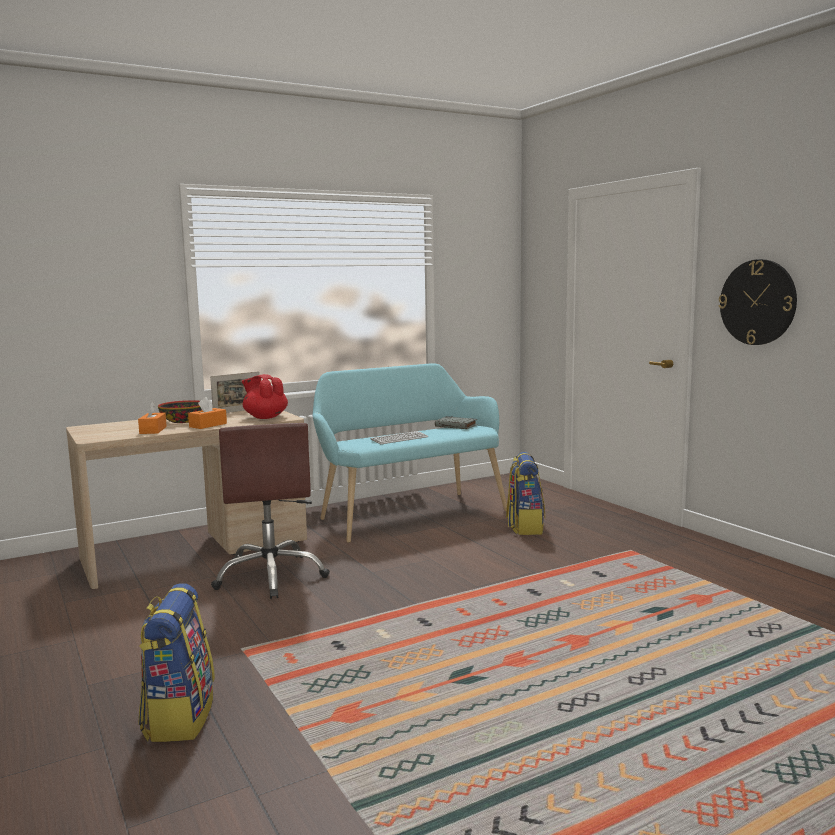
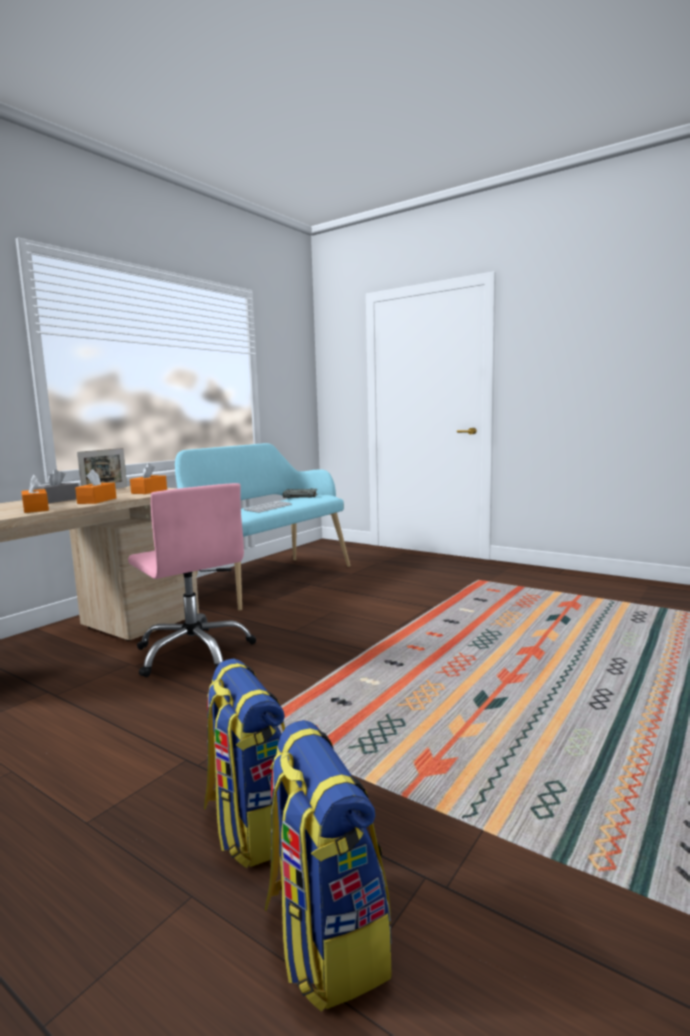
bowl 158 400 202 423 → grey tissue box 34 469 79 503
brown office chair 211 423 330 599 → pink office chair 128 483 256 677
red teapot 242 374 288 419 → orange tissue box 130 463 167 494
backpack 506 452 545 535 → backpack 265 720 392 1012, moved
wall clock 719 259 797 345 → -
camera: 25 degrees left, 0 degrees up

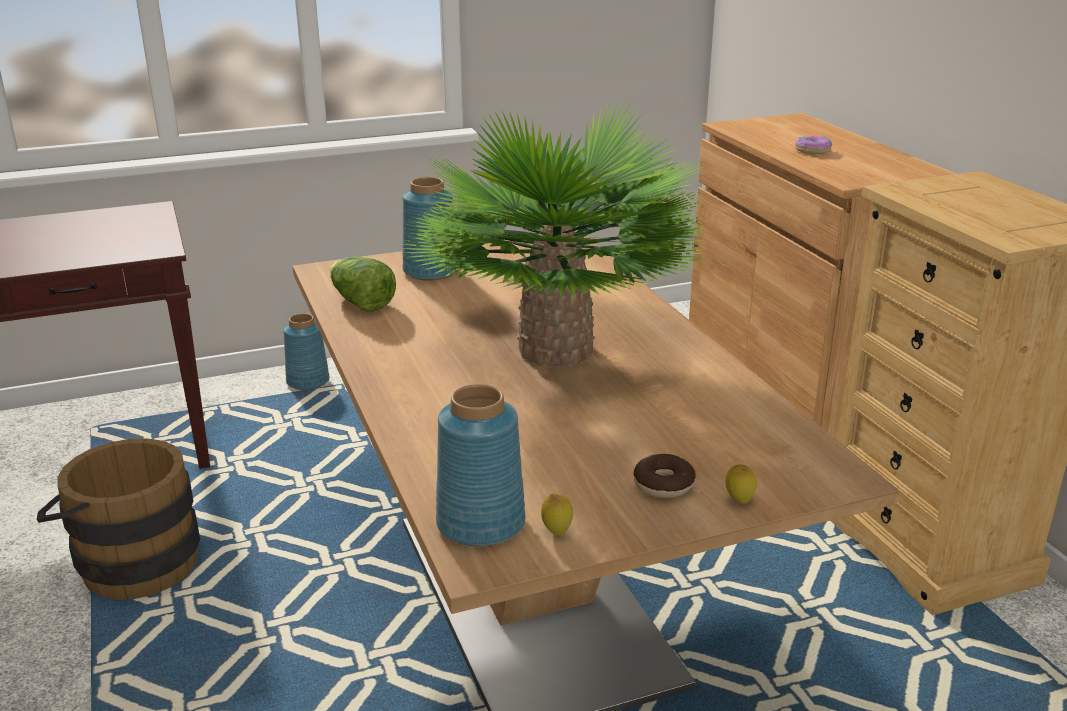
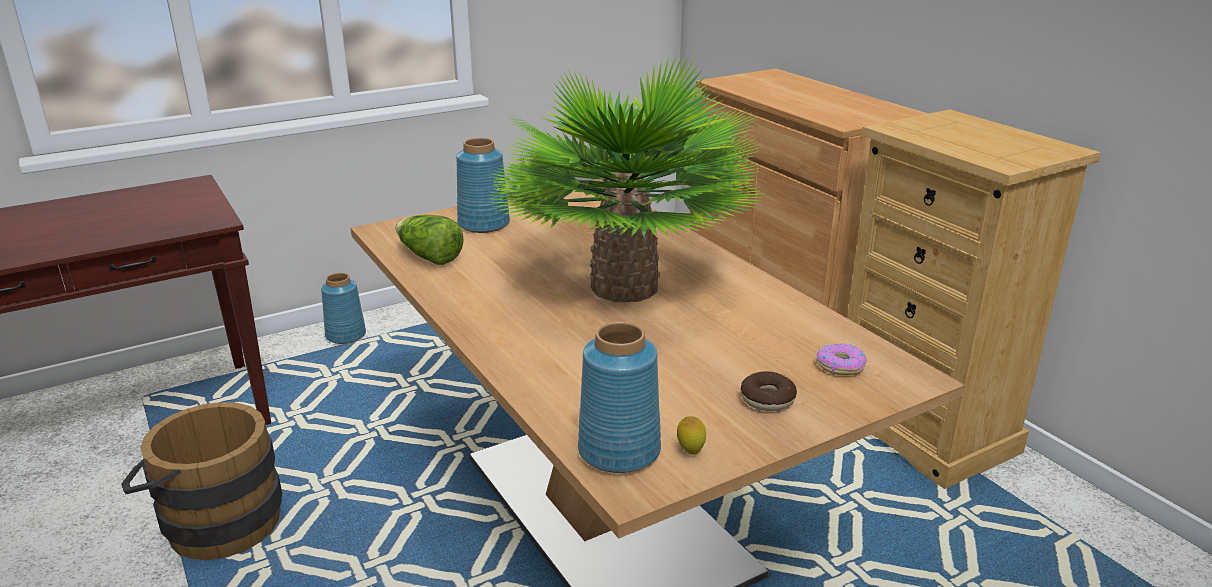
donut 795 136 832 154 → donut 816 344 867 375, moved
lemon 725 464 757 504 → -
camera: 10 degrees left, 0 degrees up

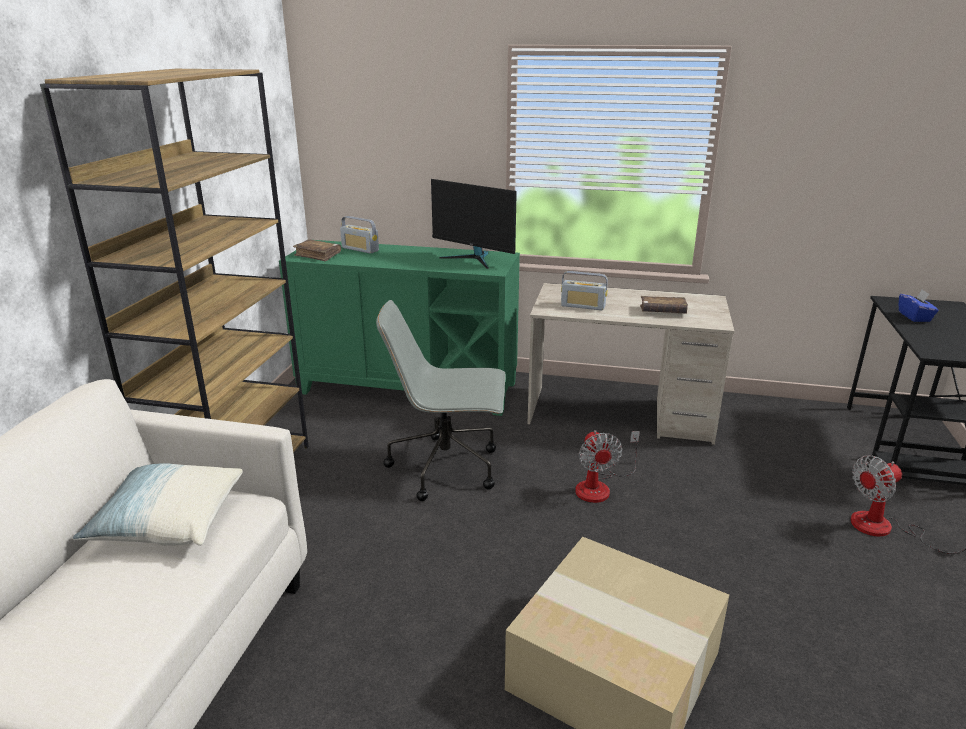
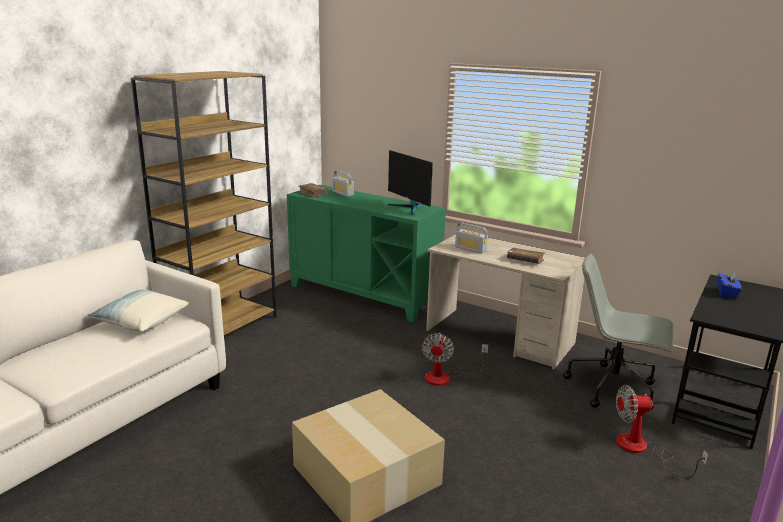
grey office chair 376 300 506 501 → grey office chair 563 254 673 411, moved
camera: 20 degrees right, 5 degrees down

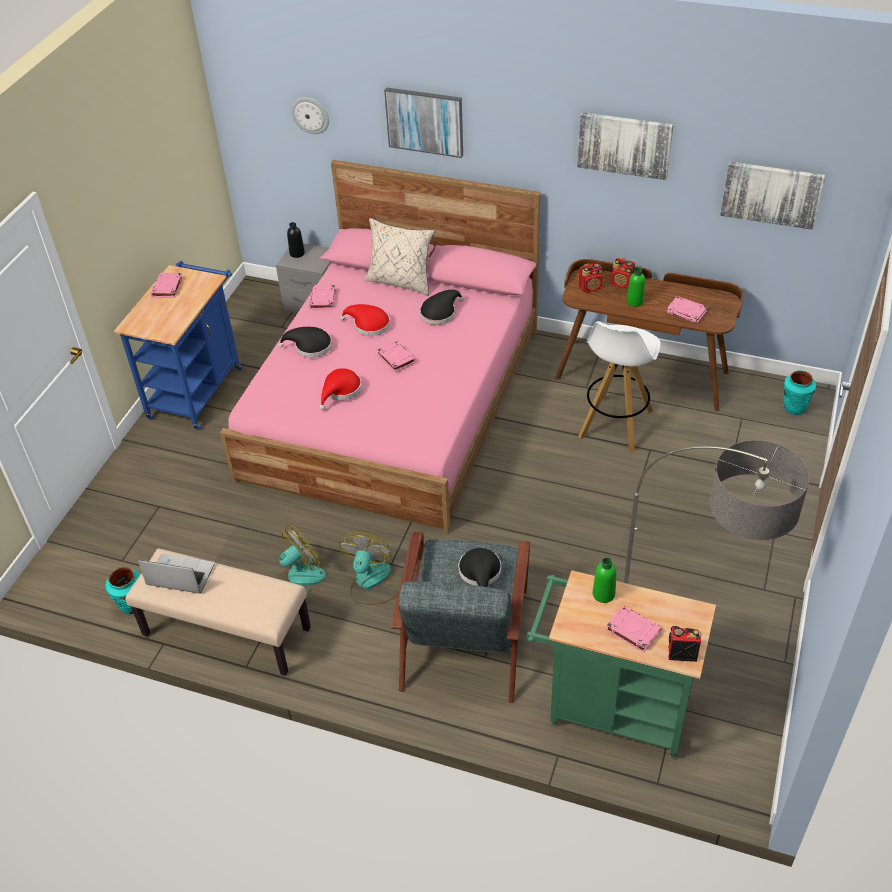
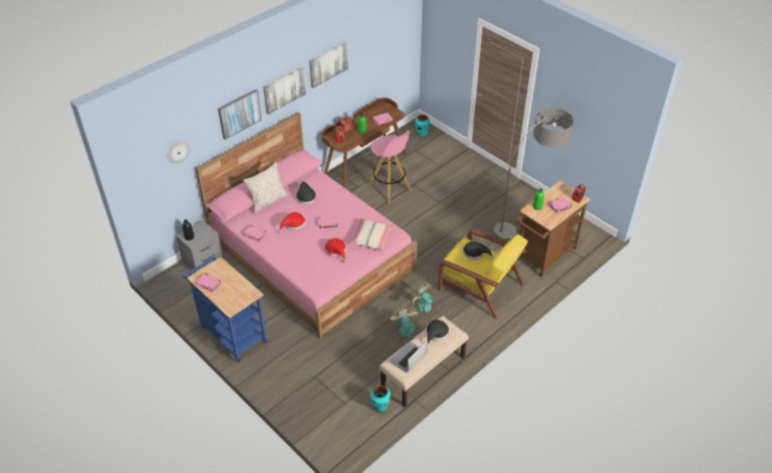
picture 720 162 826 230 → picture 263 67 306 115, moved
- → beige pillow 348 218 395 252
white stool 578 321 661 453 → pink stool 368 130 411 203
black hat 278 327 332 358 → black hat 426 320 449 347, moved
grey armchair 390 532 530 703 → yellow armchair 438 229 528 319
green cart 526 570 716 758 → brown cart 515 181 590 277
camera: 65 degrees left, 0 degrees up

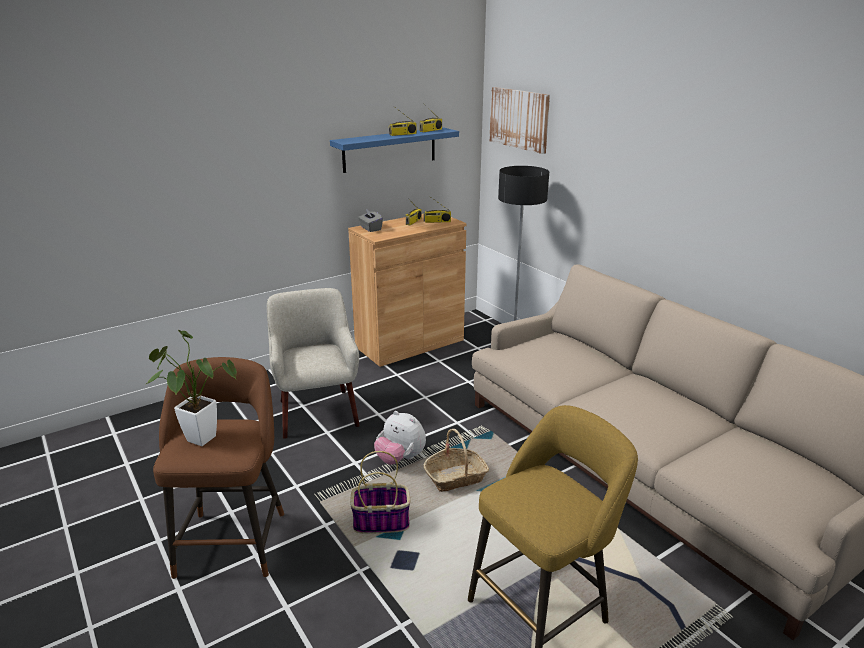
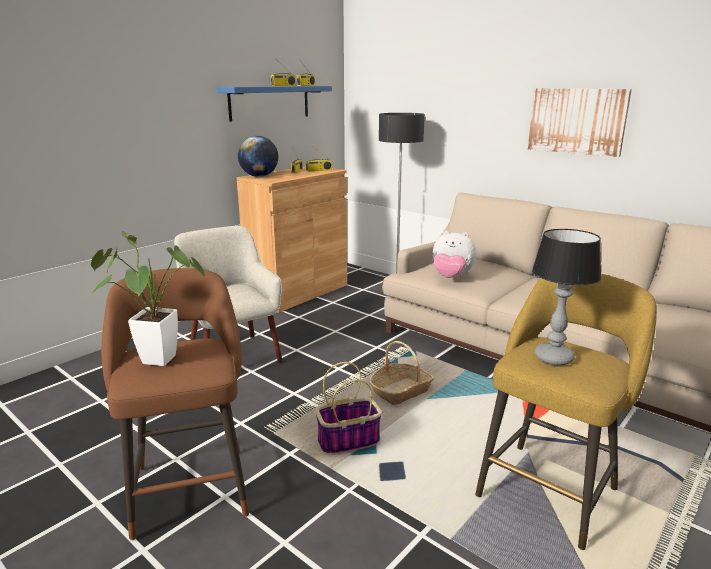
grey tissue box 358 209 383 232 → globe 238 136 278 177
plush toy 374 411 426 465 → plush toy 432 230 476 278, moved
picture 489 87 550 154 → picture 528 88 632 157, moved
- → table lamp 532 229 601 366
camera: 15 degrees left, 5 degrees down

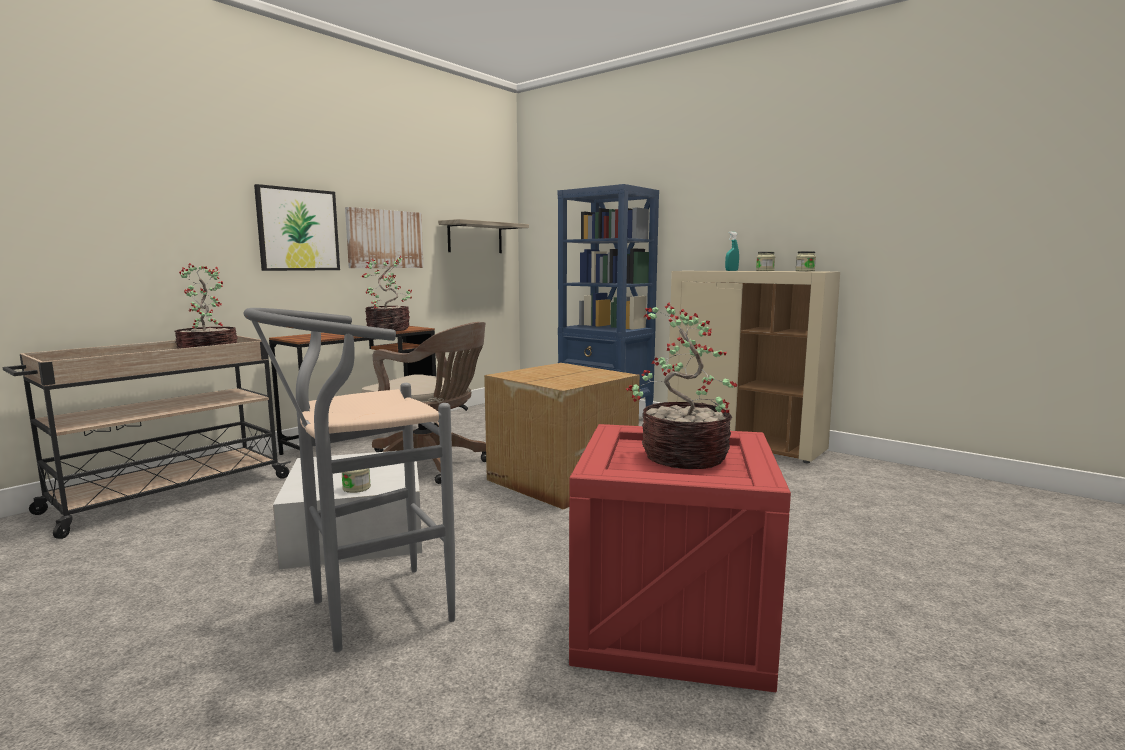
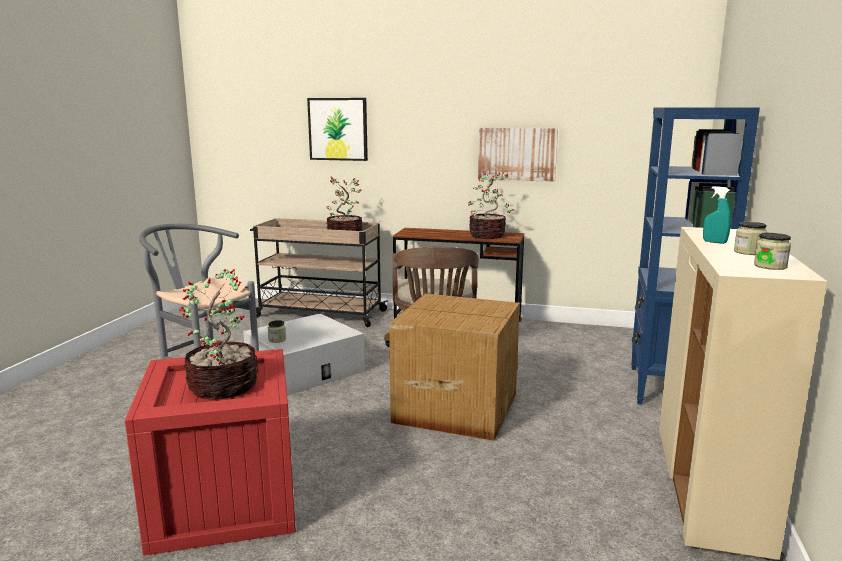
picture 254 184 340 271 → picture 307 98 368 161, moved
shelf 438 219 529 253 → -
camera: 65 degrees right, 5 degrees up

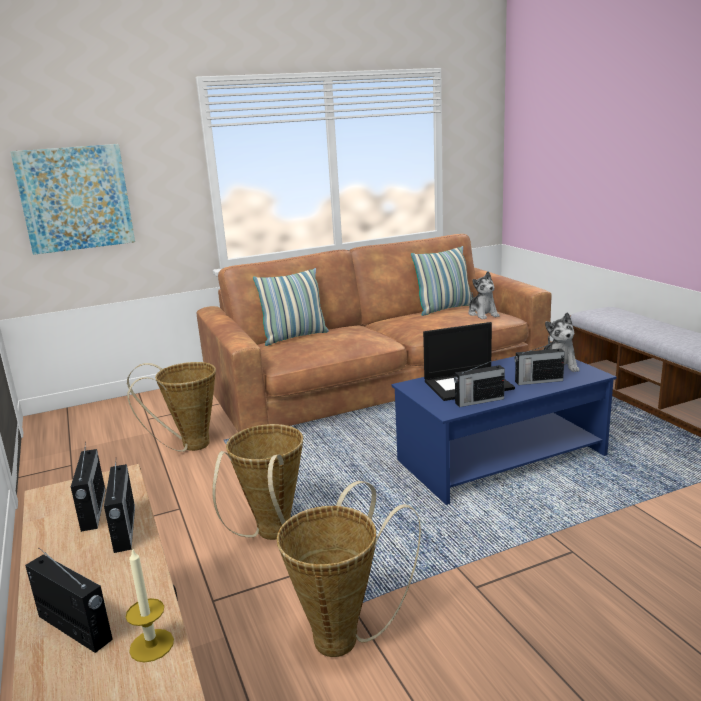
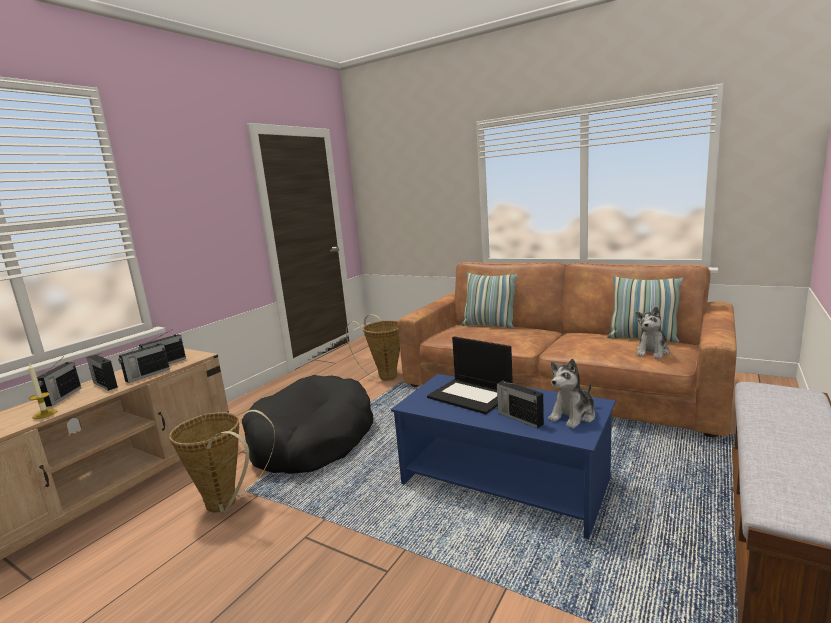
radio 454 359 505 407 → radio 86 353 118 391, moved
basket 212 424 303 540 → black dog bed 242 375 373 474
picture 10 144 135 255 → -
camera: 55 degrees right, 5 degrees down

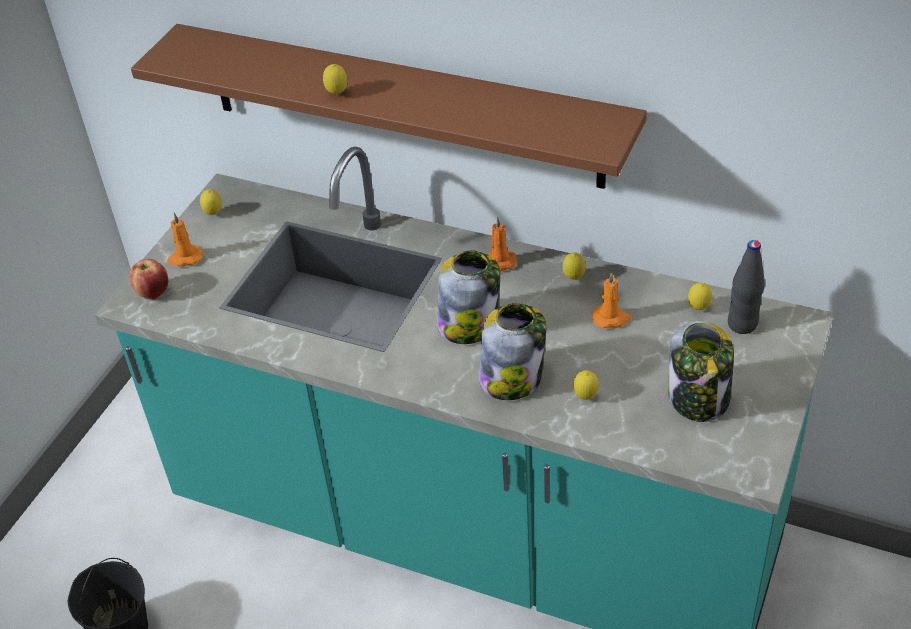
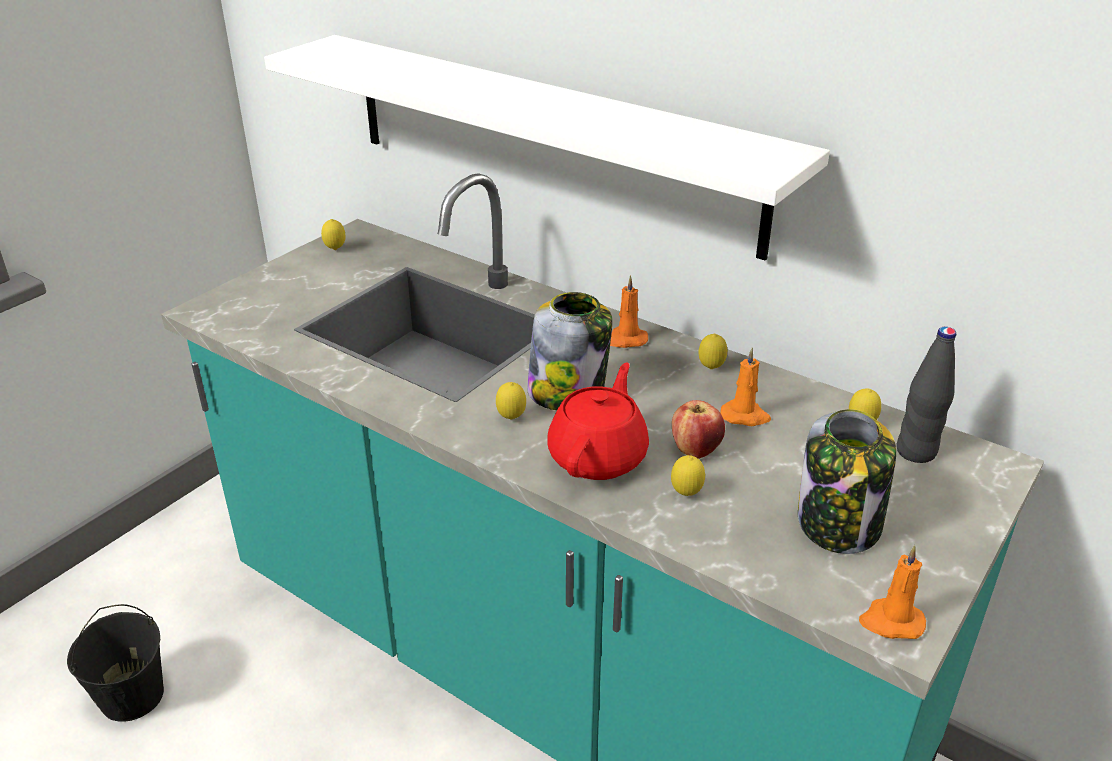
brown shelf 131 24 647 189 → white shelf 264 35 830 261
lemon 323 64 347 95 → lemon 496 382 526 419, moved
jar 479 303 546 400 → red teapot 547 363 649 480
apple 130 259 168 299 → apple 672 400 725 459, moved
orange candle 167 213 203 267 → orange candle 859 545 926 639, moved
camera: 10 degrees right, 10 degrees down

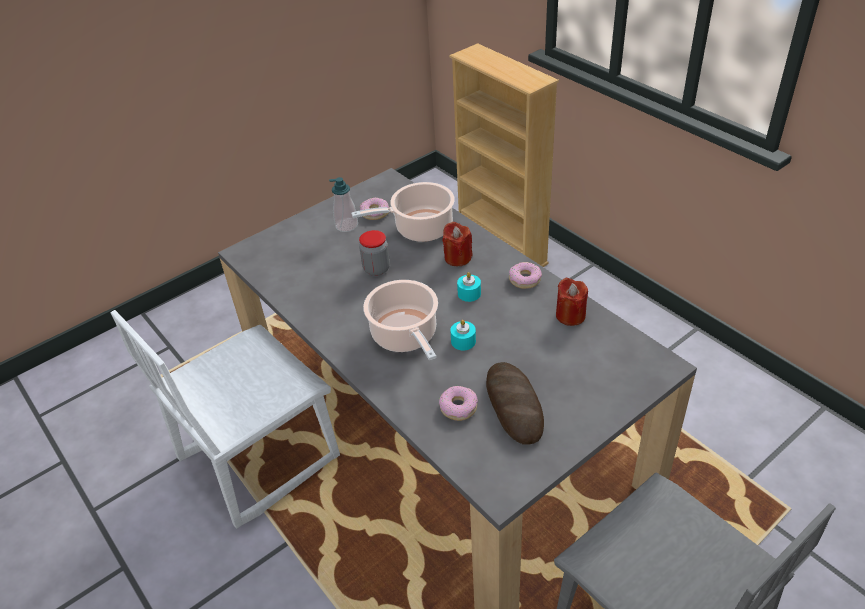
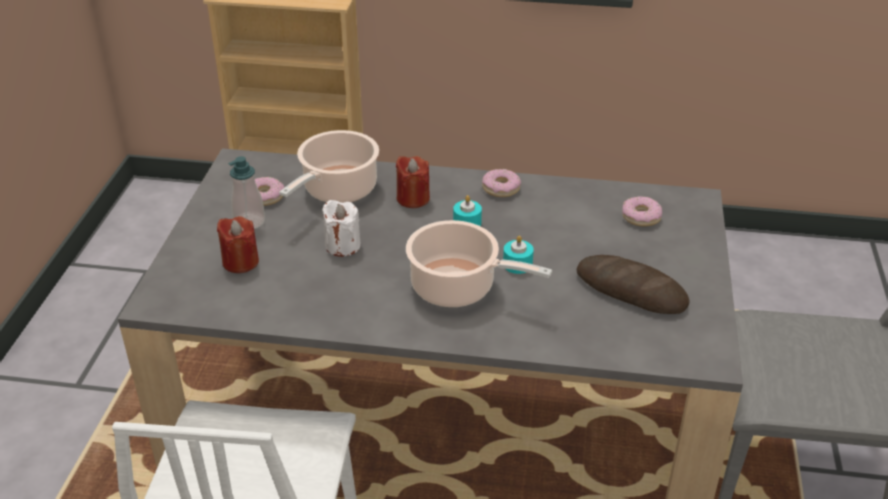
red candle 556 278 588 326 → red candle 217 216 259 273, moved
jar 359 230 390 276 → white candle 322 200 361 257
donut 439 386 478 421 → donut 622 196 662 227, moved
camera: 45 degrees left, 5 degrees down

